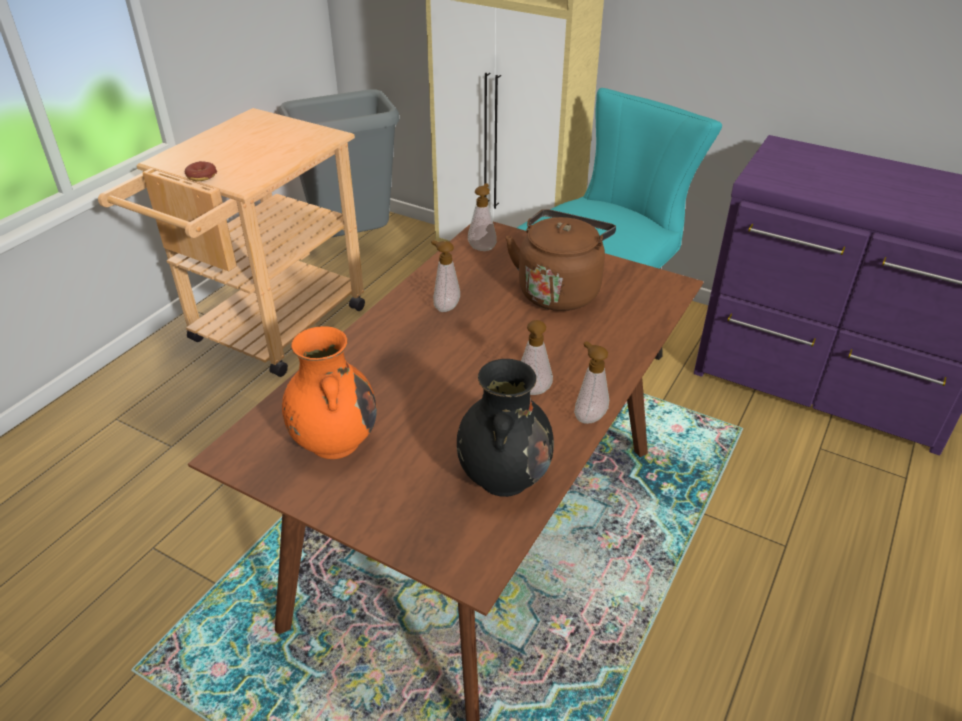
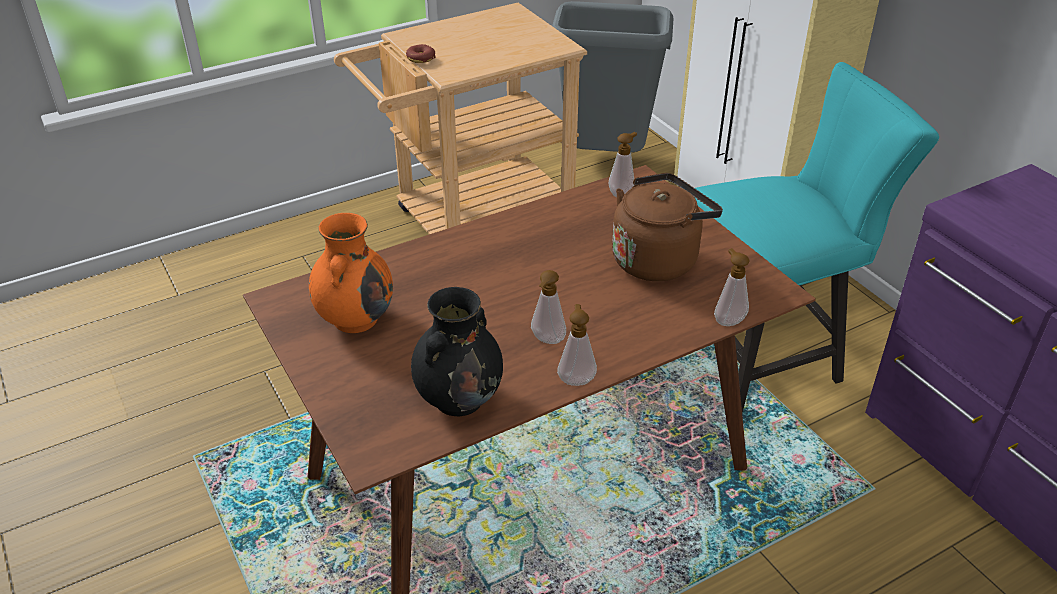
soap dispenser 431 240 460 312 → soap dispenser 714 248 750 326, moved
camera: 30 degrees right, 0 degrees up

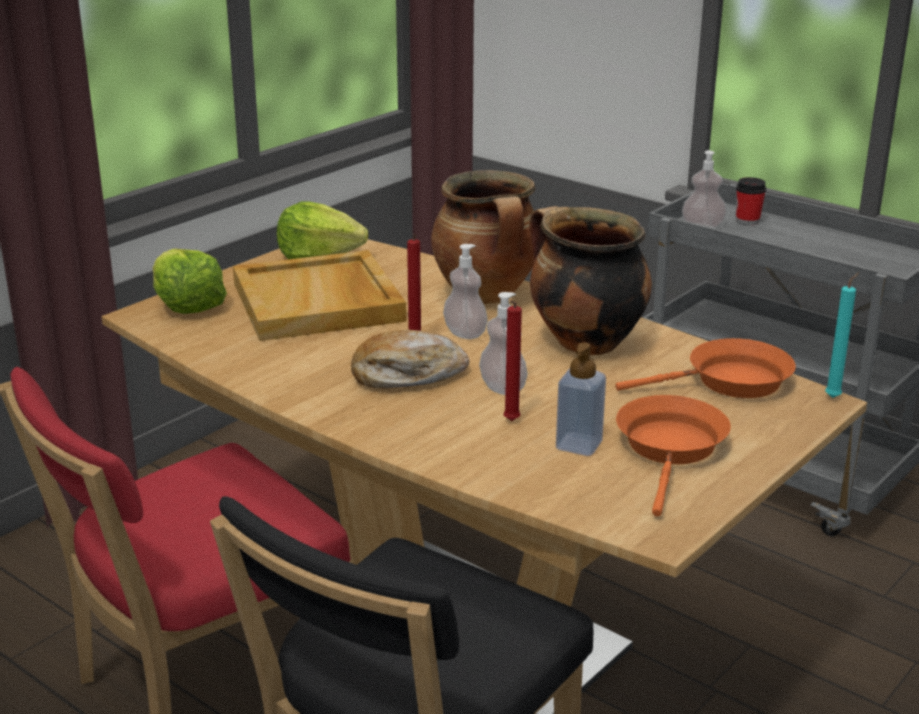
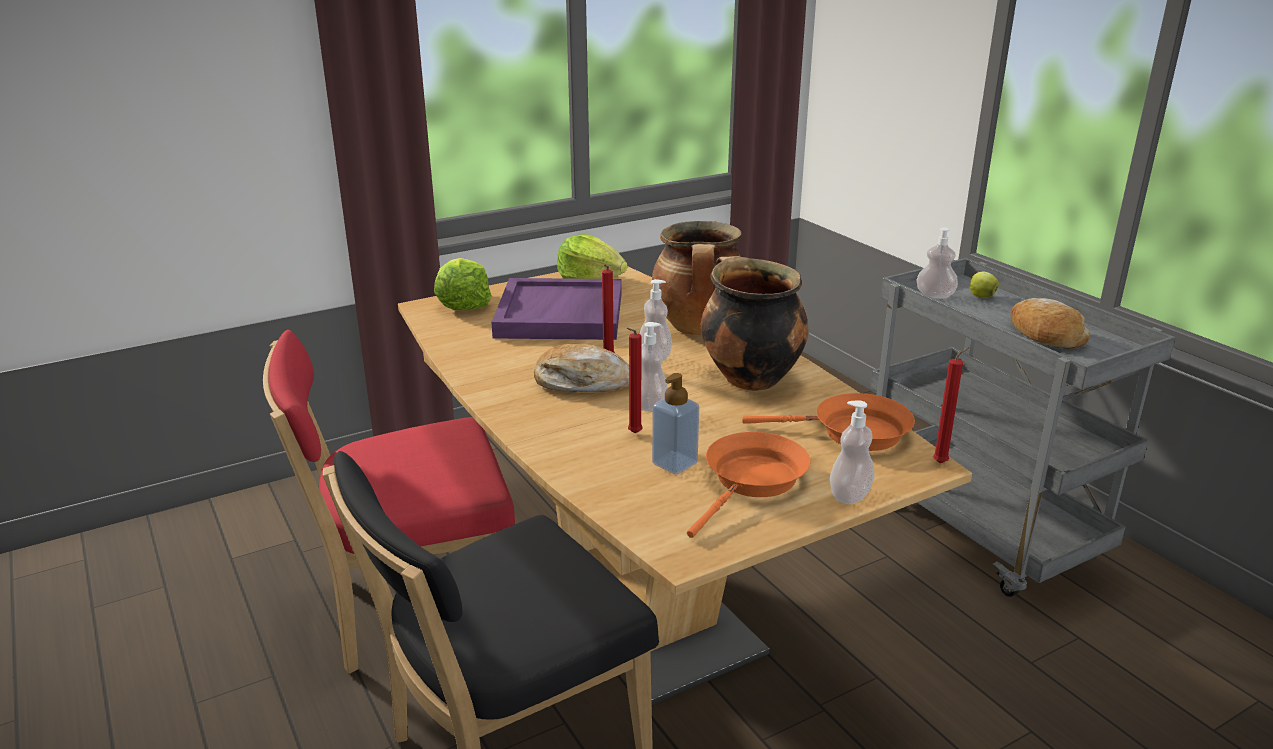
beige tray 233 250 407 341 → purple tray 491 278 622 340
- → soap dispenser 830 401 875 504
turquoise candle 825 272 859 398 → red candle 933 347 970 463
cup 736 177 767 225 → apple 970 271 999 298
- → bread 1011 298 1090 349
camera: 20 degrees right, 0 degrees up

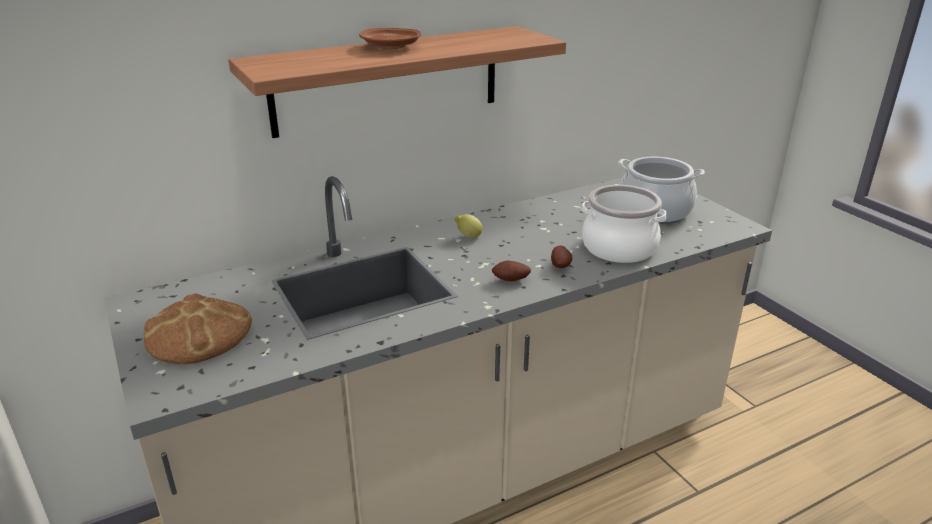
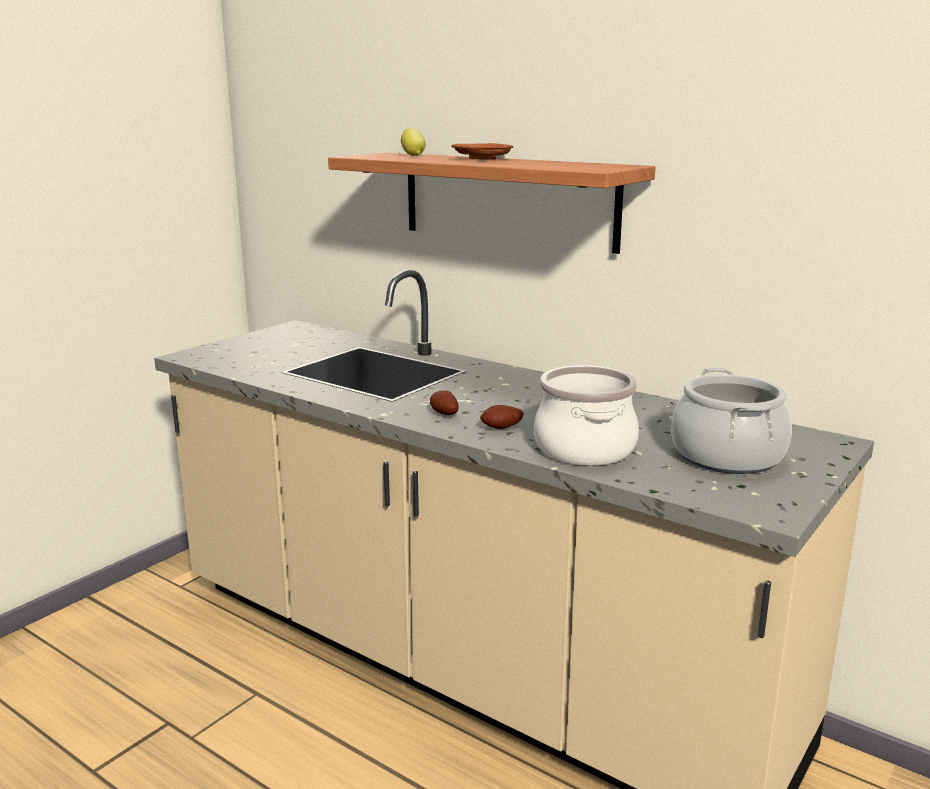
lemon 454 214 482 238 → lemon 401 128 425 156, moved
bread 144 293 252 364 → -
camera: 65 degrees right, 10 degrees down

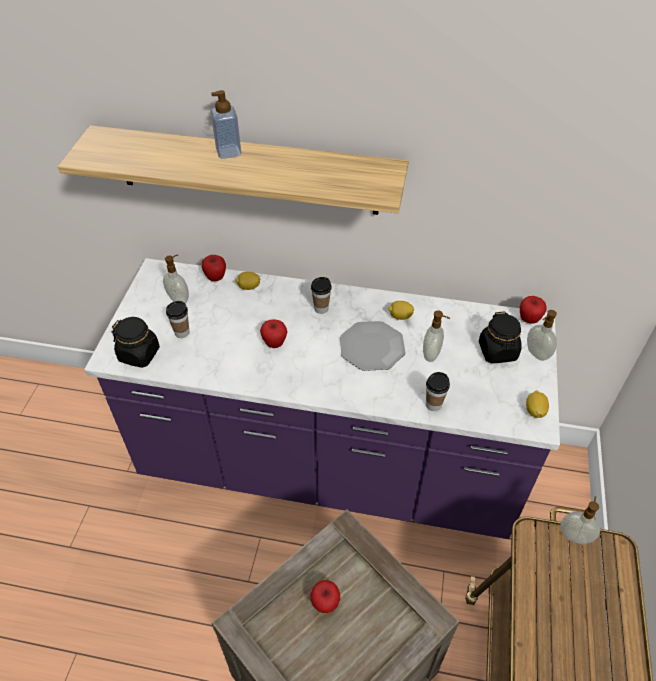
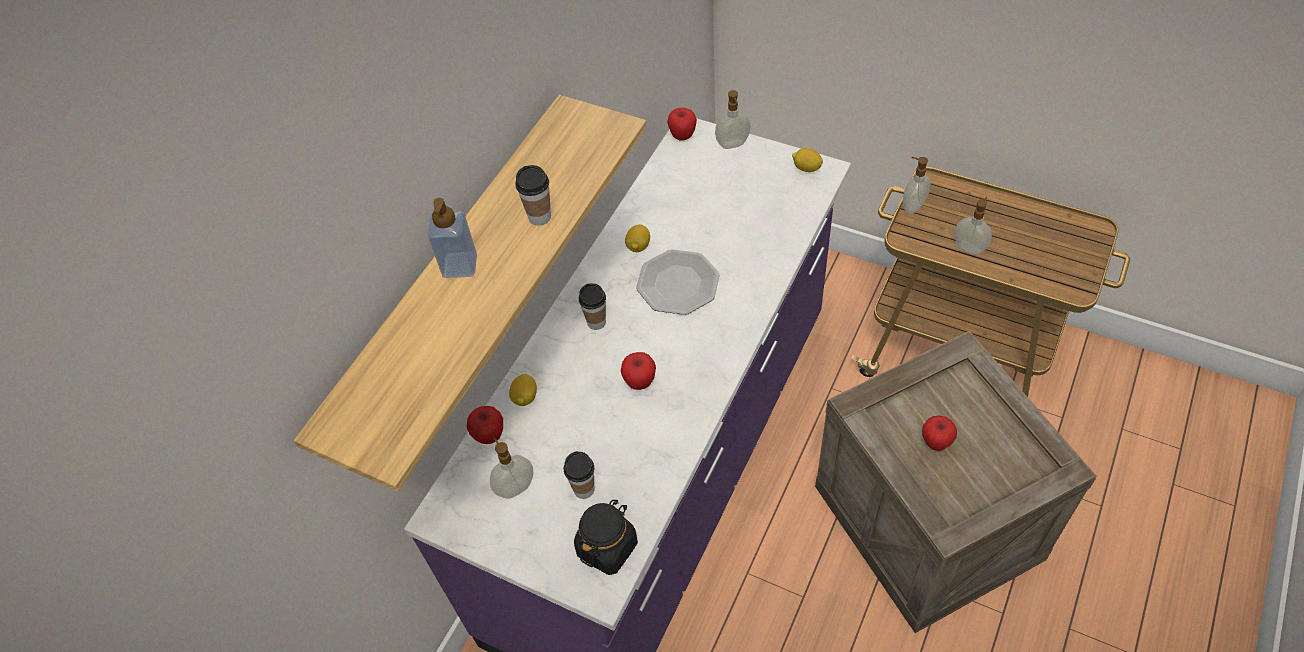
cup 426 372 450 411 → cup 515 165 551 225, moved
soap dispenser 423 310 450 362 → soap dispenser 954 196 992 255, moved
black jar 479 311 522 363 → -
camera: 70 degrees left, 5 degrees up

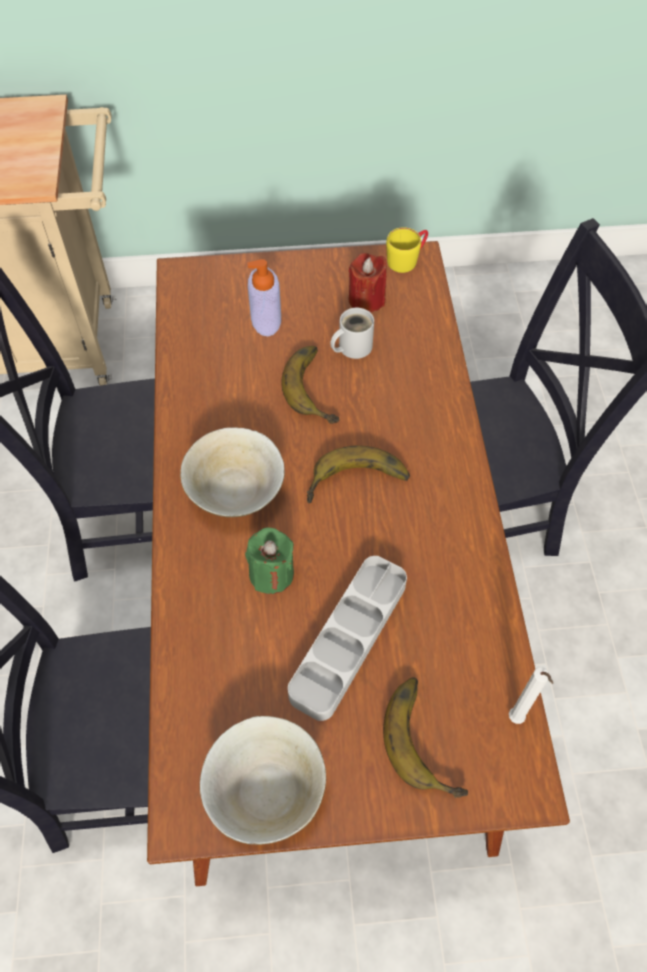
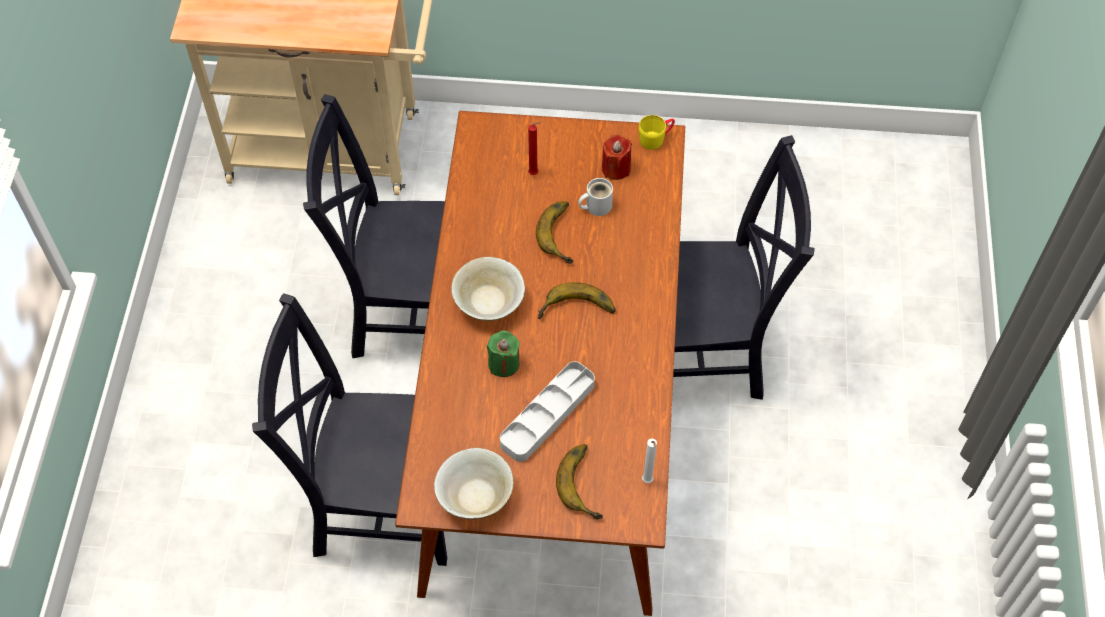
soap dispenser 247 259 281 336 → red candle 528 122 541 175
camera: 10 degrees right, 0 degrees up

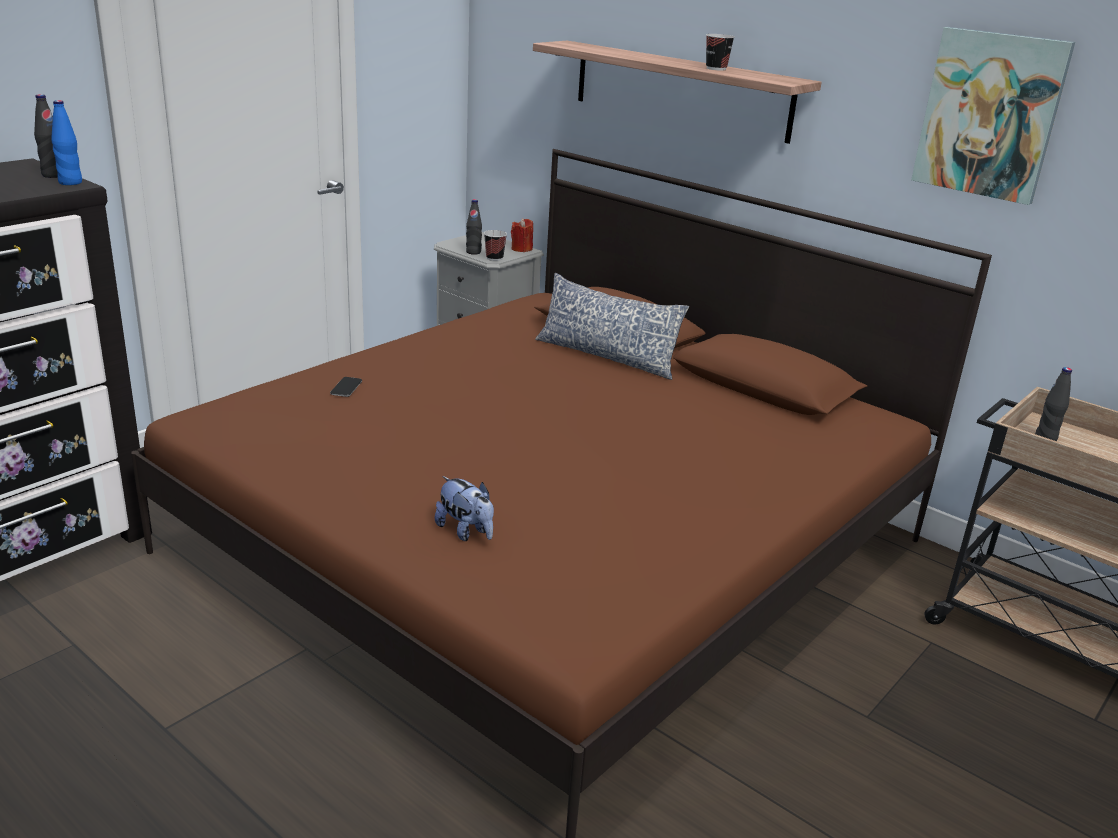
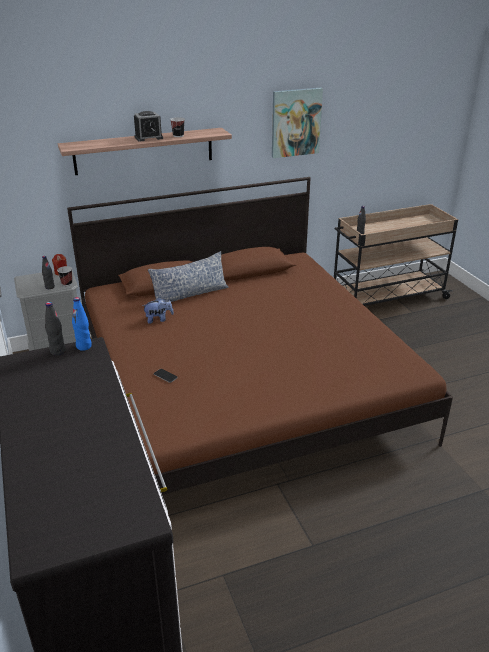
- → alarm clock 134 111 163 142
plush toy 435 476 494 541 → plush toy 142 298 174 324, moved
camera: 60 degrees left, 5 degrees up

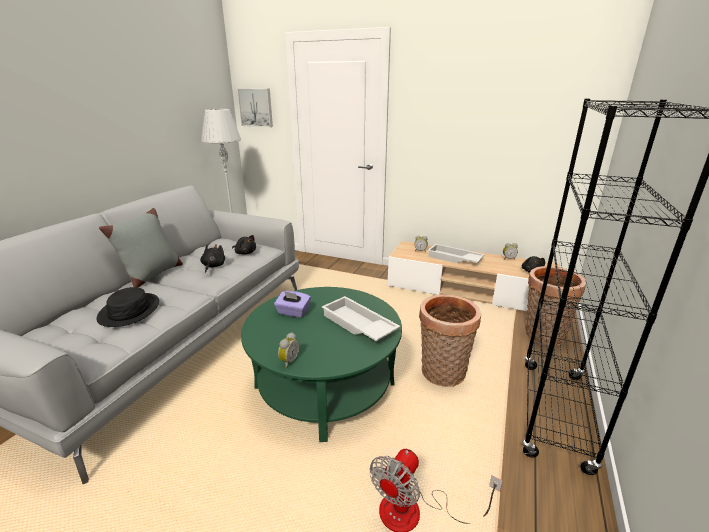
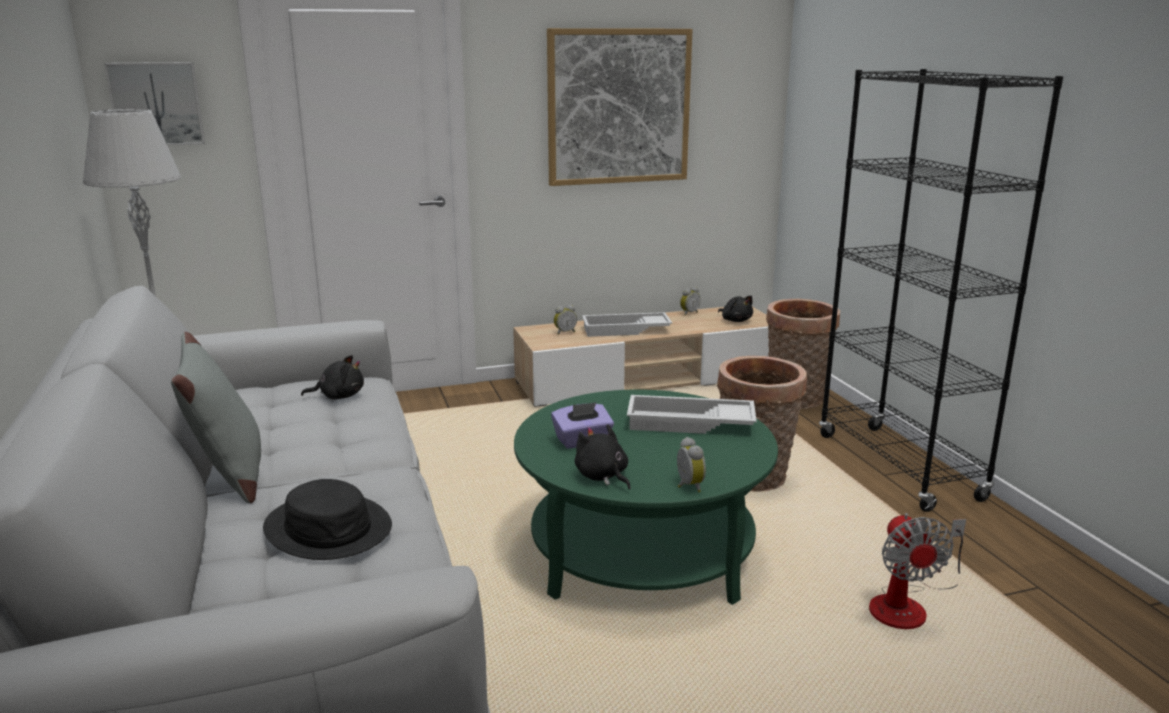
- → picture 547 28 693 186
black plush toy 200 244 225 273 → black plush toy 575 424 631 489, moved
camera: 40 degrees left, 5 degrees down

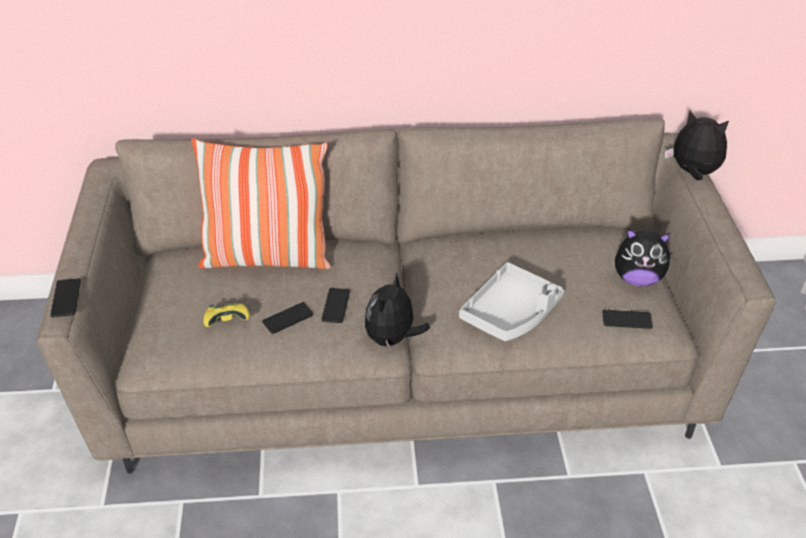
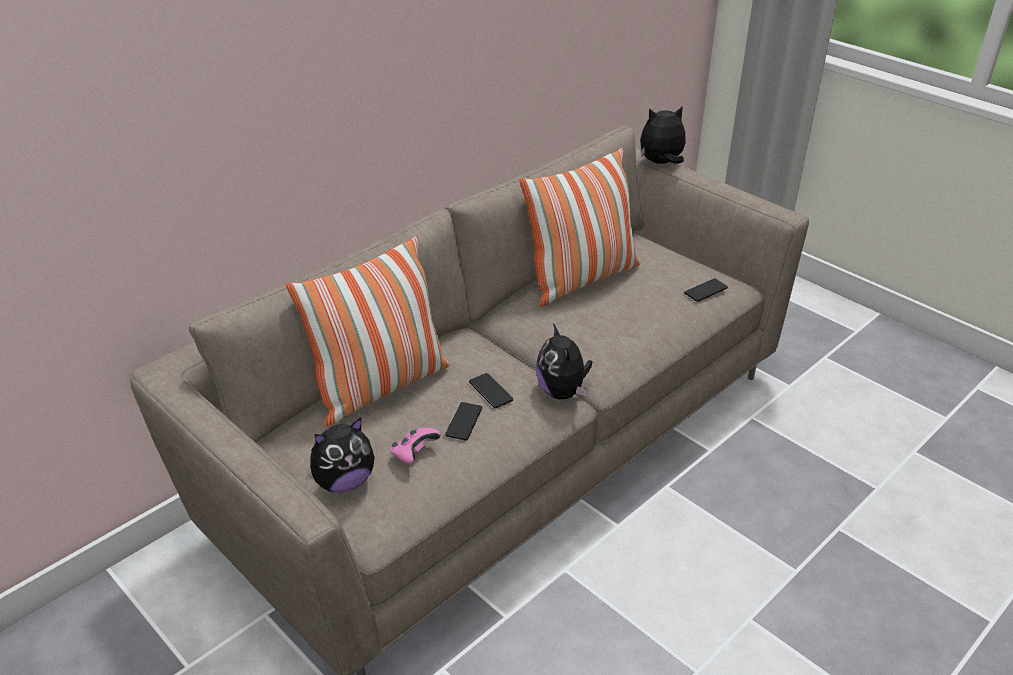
plush toy 615 229 673 286 → plush toy 310 418 375 493, moved
yellow game controller 204 302 250 327 → pink game controller 390 428 441 464
- → pillow 519 148 640 307
phone 50 278 81 317 → -
grey tray 459 262 564 341 → -
camera: 40 degrees left, 5 degrees down

